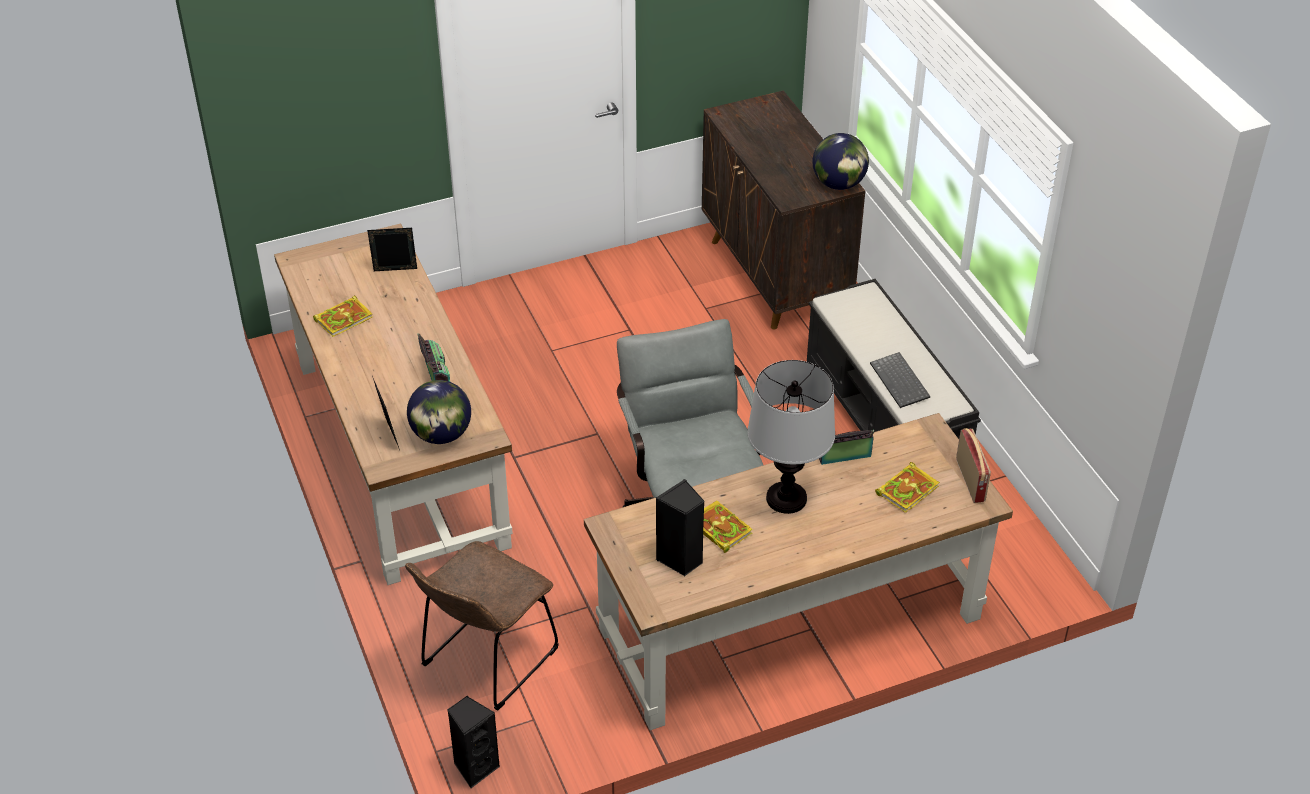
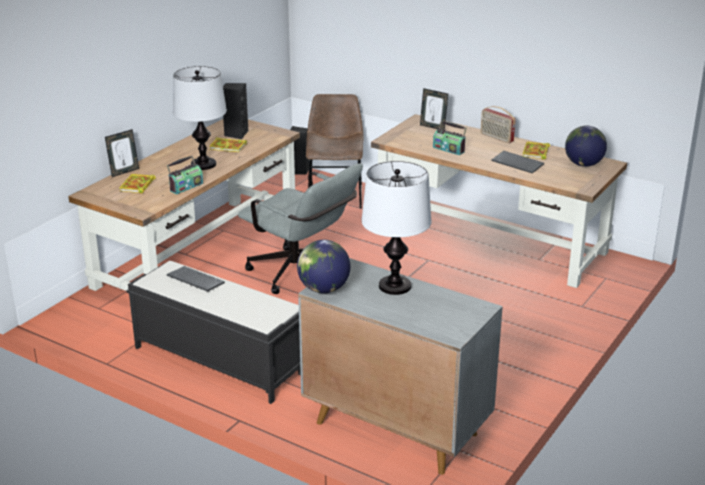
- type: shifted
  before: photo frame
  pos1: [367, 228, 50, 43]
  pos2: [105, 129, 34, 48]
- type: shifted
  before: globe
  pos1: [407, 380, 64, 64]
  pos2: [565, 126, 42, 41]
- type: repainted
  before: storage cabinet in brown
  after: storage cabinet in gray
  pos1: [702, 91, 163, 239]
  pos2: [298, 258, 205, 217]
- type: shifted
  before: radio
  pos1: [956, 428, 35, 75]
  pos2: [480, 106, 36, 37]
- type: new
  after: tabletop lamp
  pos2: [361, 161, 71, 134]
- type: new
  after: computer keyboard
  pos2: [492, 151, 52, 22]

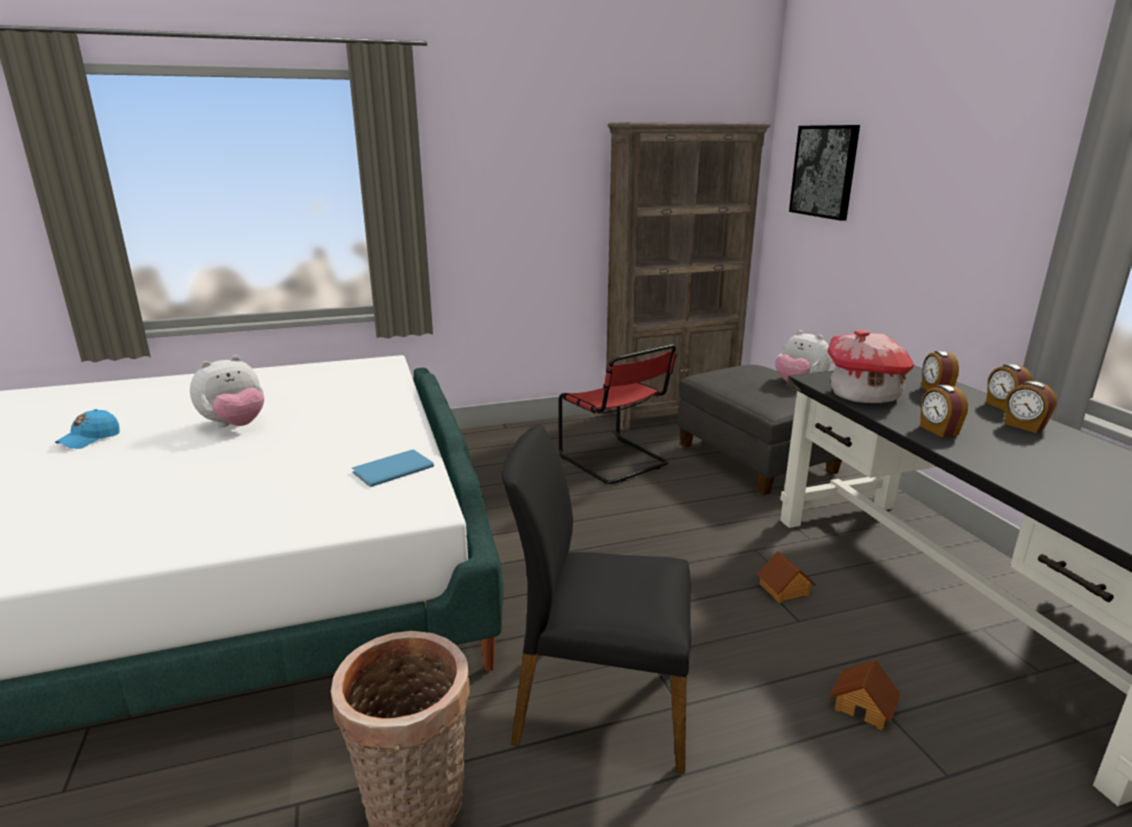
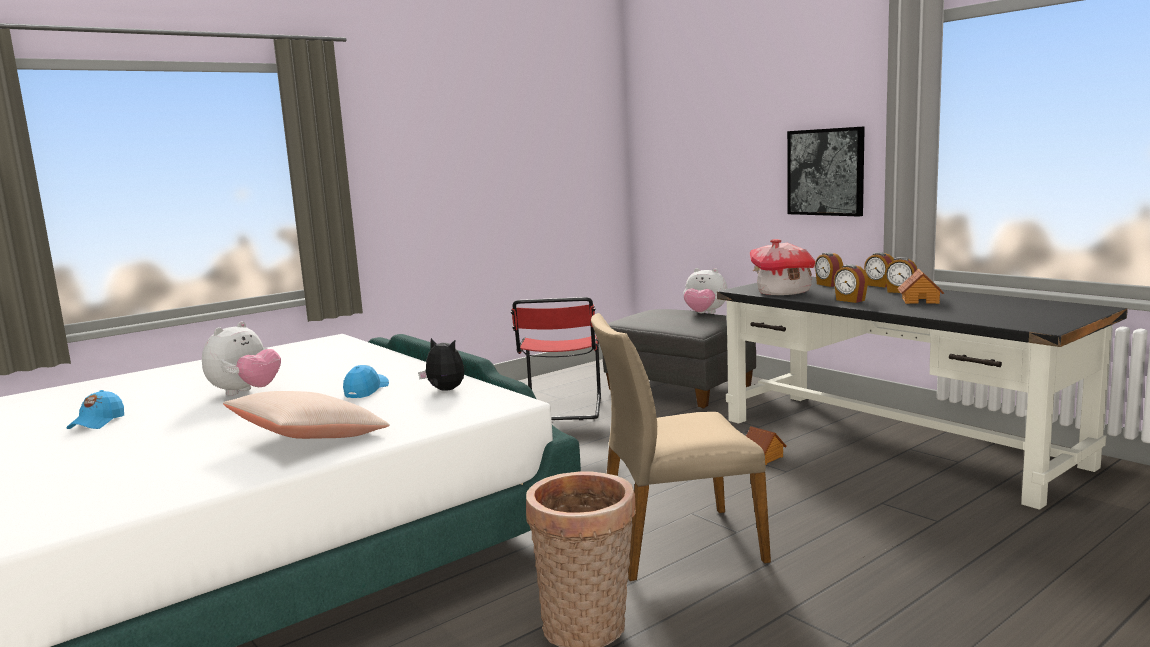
- type: swapped
  before: book in blue
  after: plush toy
  pos1: [352, 449, 82, 38]
  pos2: [418, 338, 46, 53]
- type: repainted
  before: plain chair in black
  after: plain chair in beige
  pos1: [502, 425, 189, 349]
  pos2: [591, 313, 180, 268]
- type: rotated
  before: plain chair in reddish
  pos1: [559, 344, 118, 140]
  pos2: [511, 297, 90, 123]
  turn: 60
- type: gone
  before: bookshelf in brown
  pos1: [605, 122, 166, 309]
- type: shifted
  before: picture
  pos1: [789, 125, 71, 96]
  pos2: [787, 127, 78, 89]
- type: shifted
  before: toy house
  pos1: [830, 659, 71, 71]
  pos2: [898, 269, 46, 35]
- type: new
  after: cushion in beige
  pos2: [223, 391, 167, 48]
- type: new
  after: peaked cap in blue
  pos2: [343, 365, 46, 33]

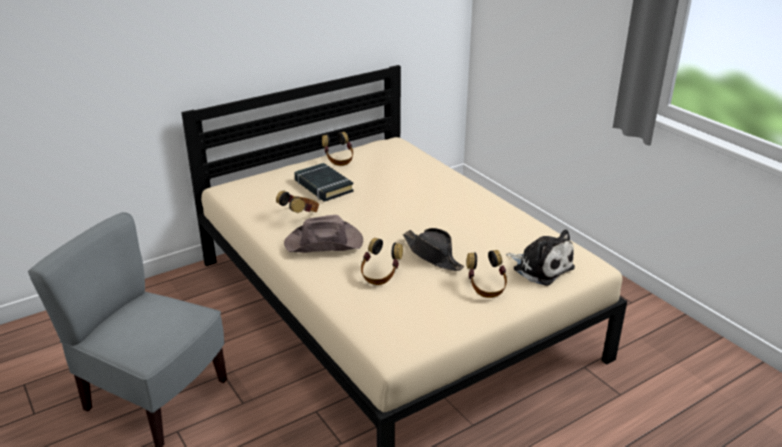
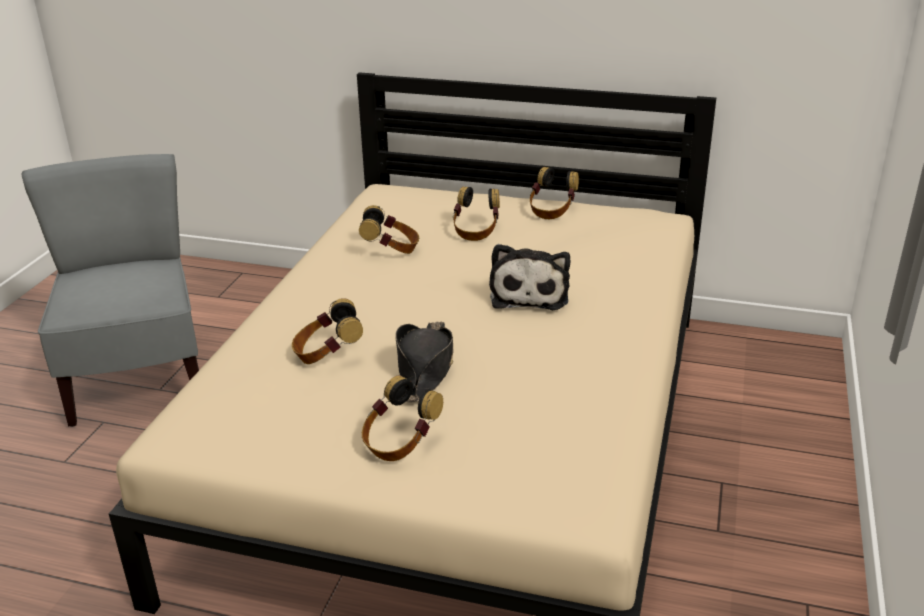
- type: gone
  before: clothing hat in brown
  pos1: [284, 215, 79, 38]
- type: swapped
  before: book in black
  after: headset
  pos1: [294, 163, 59, 39]
  pos2: [453, 187, 47, 54]
- type: shifted
  before: plush toy
  pos1: [506, 229, 69, 57]
  pos2: [489, 244, 81, 66]

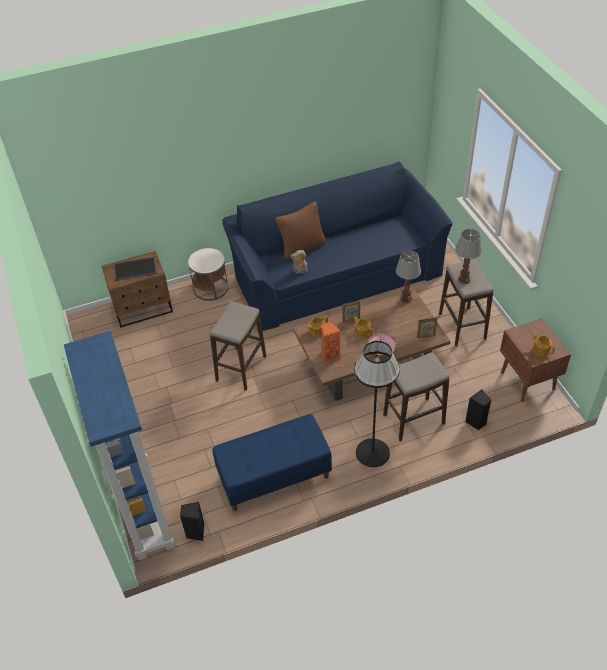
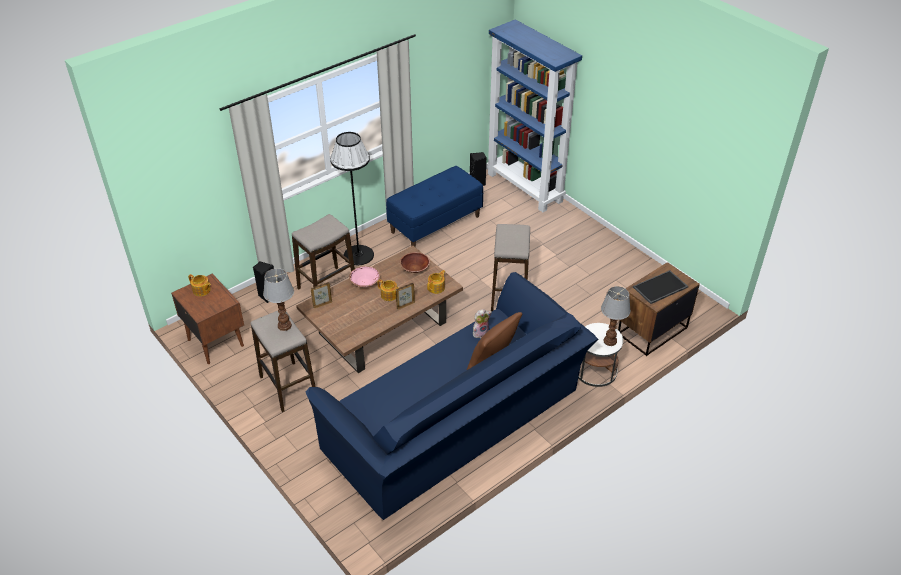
- type: swapped
  before: speaker in orange
  after: serving bowl in brown
  pos1: [321, 321, 19, 42]
  pos2: [400, 252, 30, 21]
- type: shifted
  before: tabletop lamp
  pos1: [396, 251, 25, 52]
  pos2: [601, 286, 30, 60]

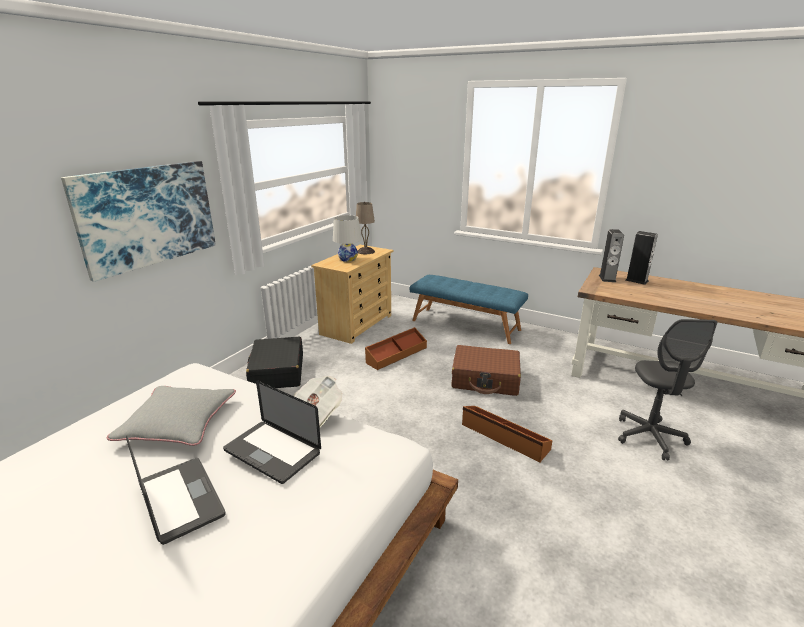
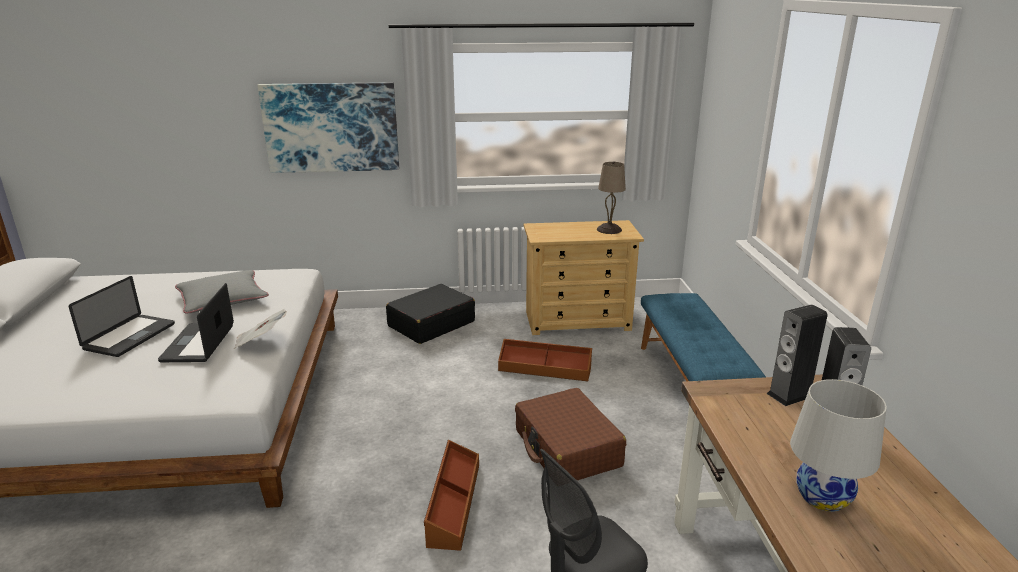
- type: shifted
  before: tabletop lamp in white-coloured
  pos1: [333, 215, 29, 47]
  pos2: [790, 379, 97, 133]

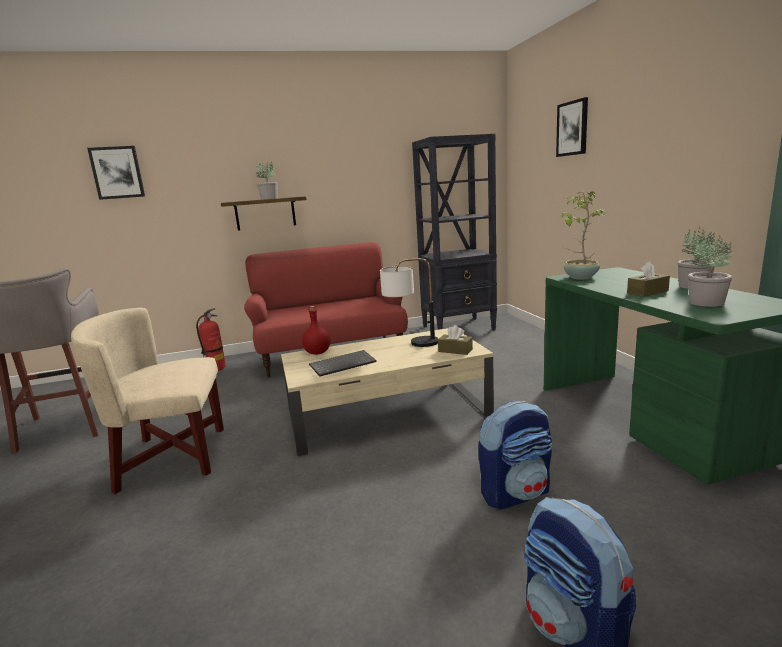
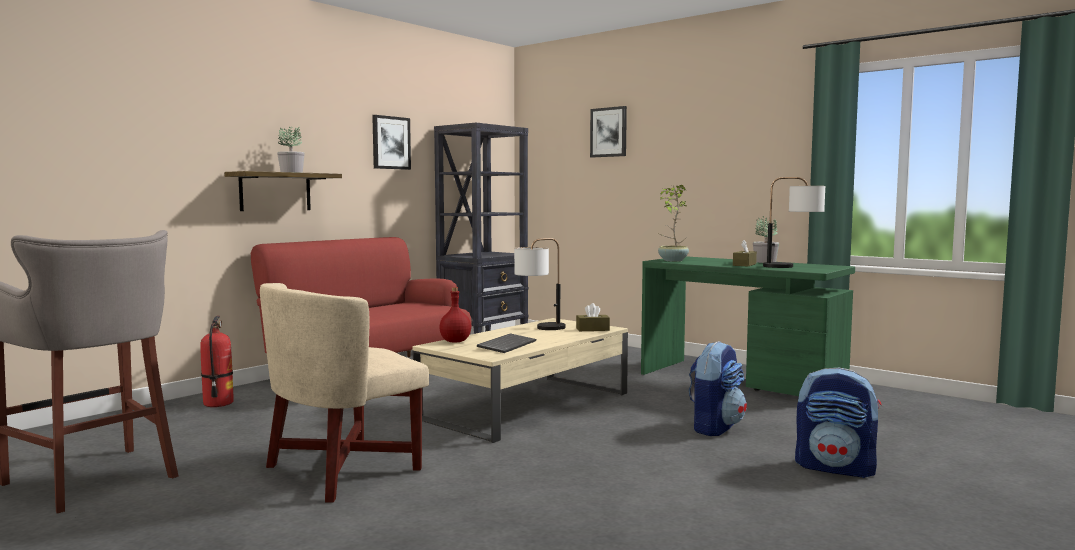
- type: shifted
  before: picture
  pos1: [87, 146, 58, 54]
  pos2: [372, 115, 39, 55]
- type: swapped
  before: plant in a pot
  after: tabletop lamp
  pos1: [688, 235, 44, 72]
  pos2: [763, 177, 62, 91]

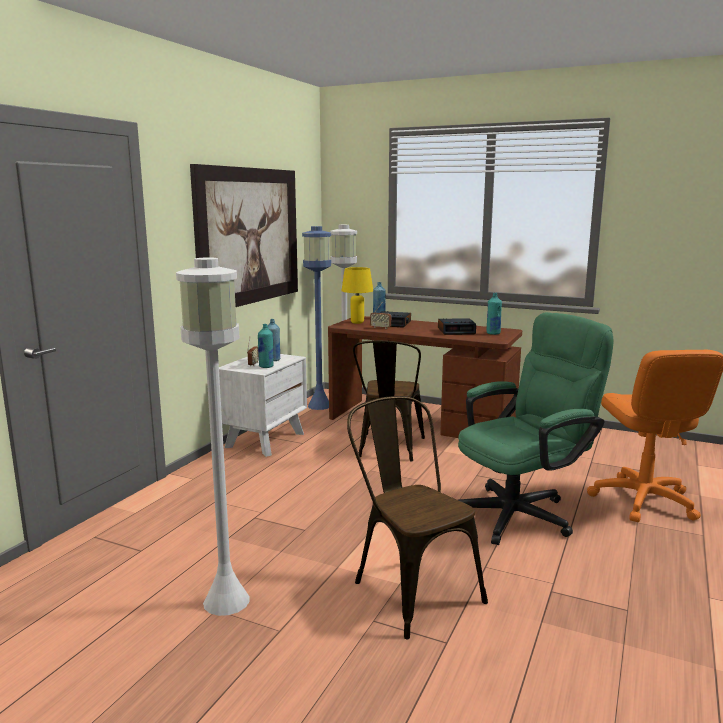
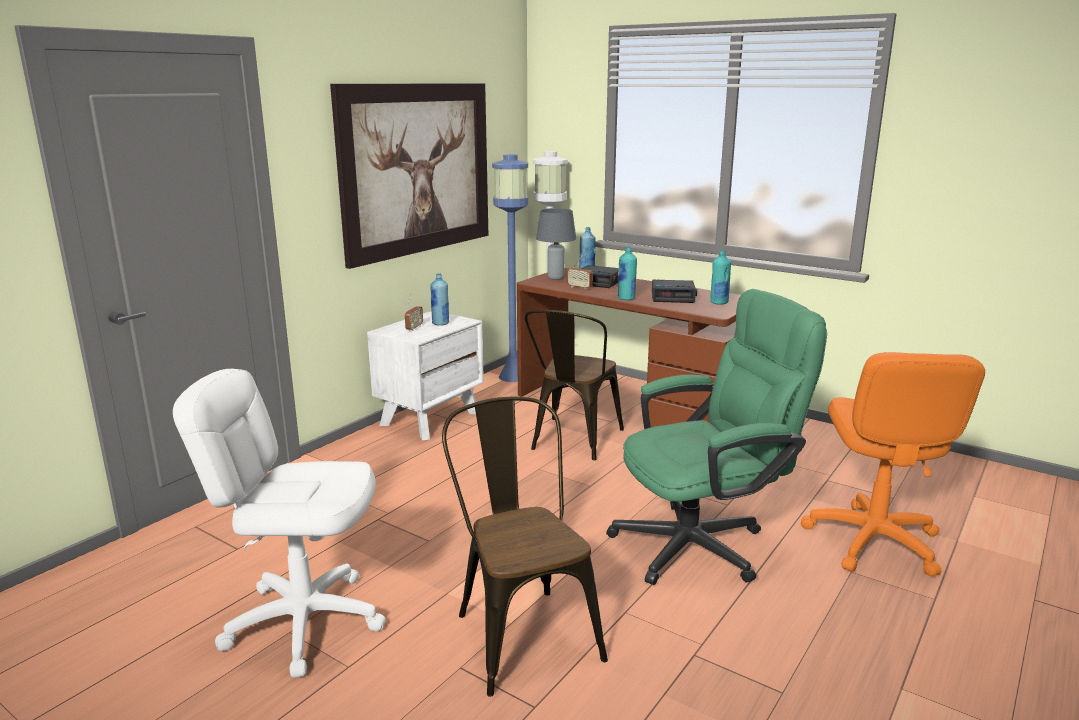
- type: swapped
  before: standing lamp in white-coloured
  after: computer chair in white-coloured
  pos1: [176, 257, 73, 359]
  pos2: [173, 369, 213, 309]
- type: shifted
  before: beverage bottle in turquoise
  pos1: [258, 324, 16, 44]
  pos2: [617, 247, 20, 53]
- type: repainted
  before: tabletop lamp in yellowish
  after: tabletop lamp in gray
  pos1: [341, 267, 32, 57]
  pos2: [536, 208, 40, 72]

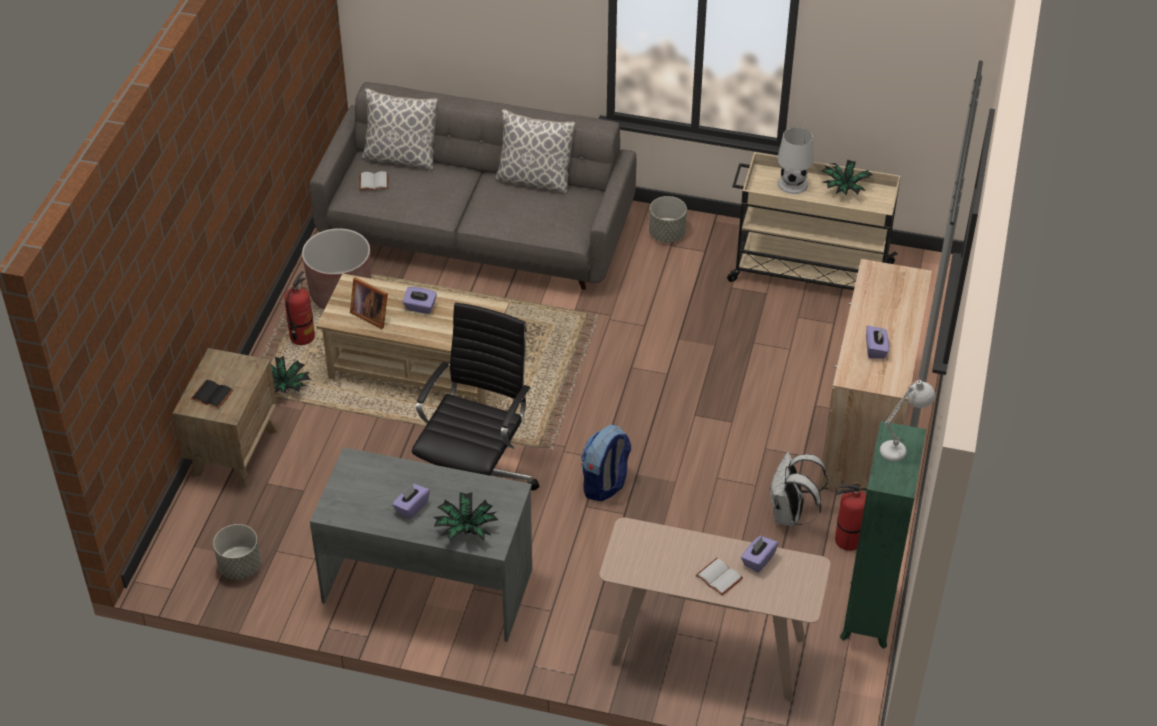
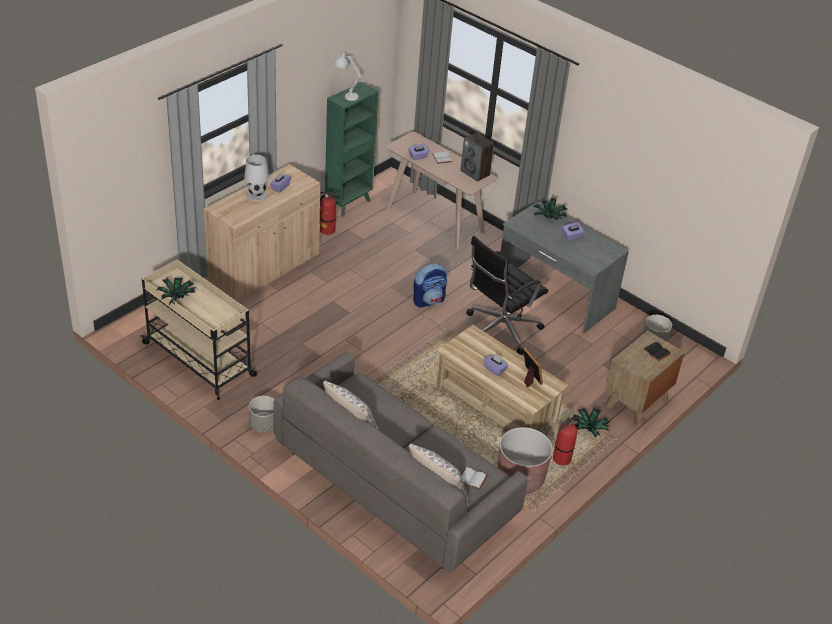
- type: gone
  before: backpack in white-coloured
  pos1: [769, 452, 59, 75]
- type: shifted
  before: tabletop lamp in white-coloured
  pos1: [777, 127, 36, 67]
  pos2: [244, 155, 25, 46]
- type: new
  after: speaker
  pos2: [461, 132, 33, 50]

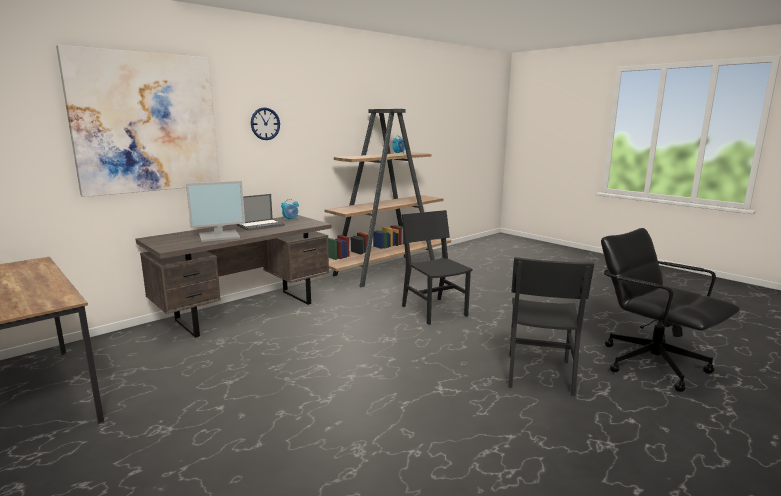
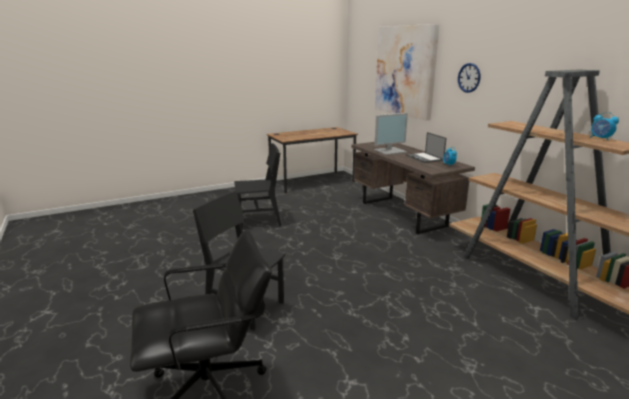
- type: rotated
  before: computer display
  pos1: [186, 181, 59, 61]
  pos2: [374, 113, 34, 42]
  turn: -105
- type: shifted
  before: plain chair in black
  pos1: [402, 210, 71, 115]
  pos2: [234, 143, 47, 87]

